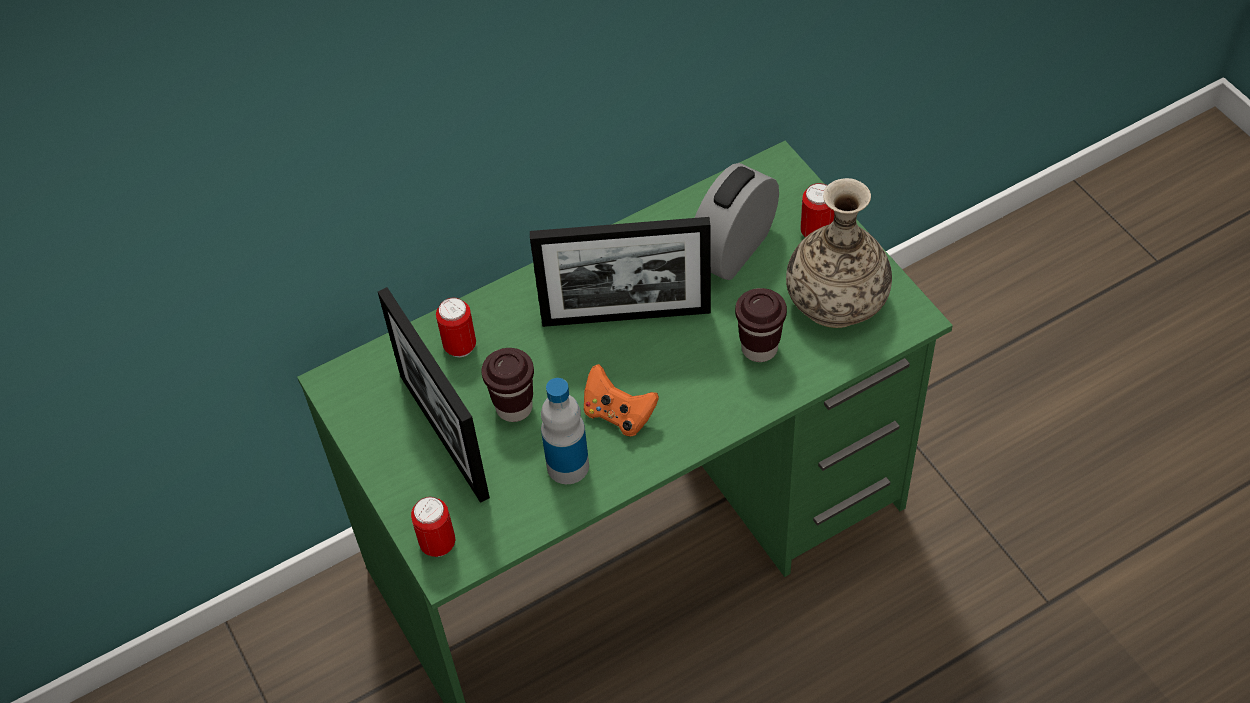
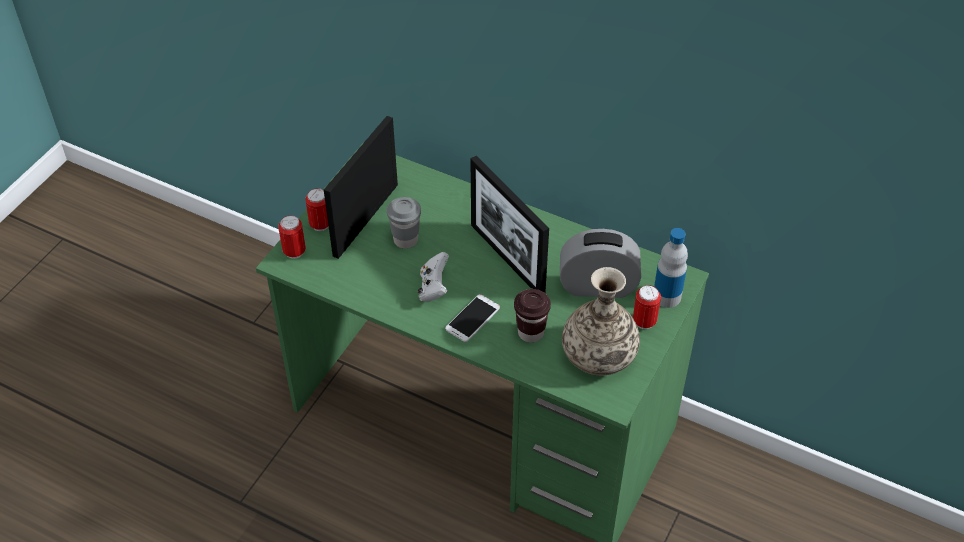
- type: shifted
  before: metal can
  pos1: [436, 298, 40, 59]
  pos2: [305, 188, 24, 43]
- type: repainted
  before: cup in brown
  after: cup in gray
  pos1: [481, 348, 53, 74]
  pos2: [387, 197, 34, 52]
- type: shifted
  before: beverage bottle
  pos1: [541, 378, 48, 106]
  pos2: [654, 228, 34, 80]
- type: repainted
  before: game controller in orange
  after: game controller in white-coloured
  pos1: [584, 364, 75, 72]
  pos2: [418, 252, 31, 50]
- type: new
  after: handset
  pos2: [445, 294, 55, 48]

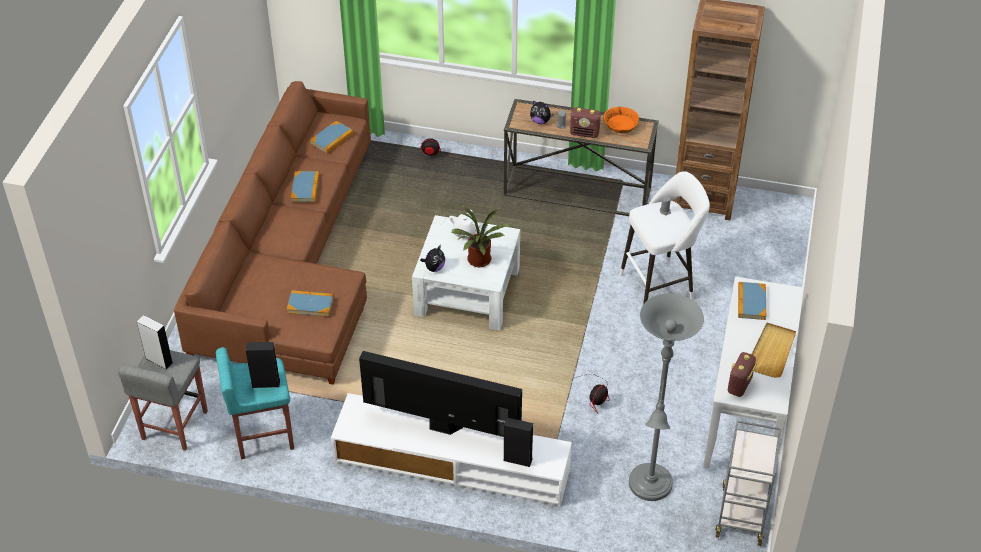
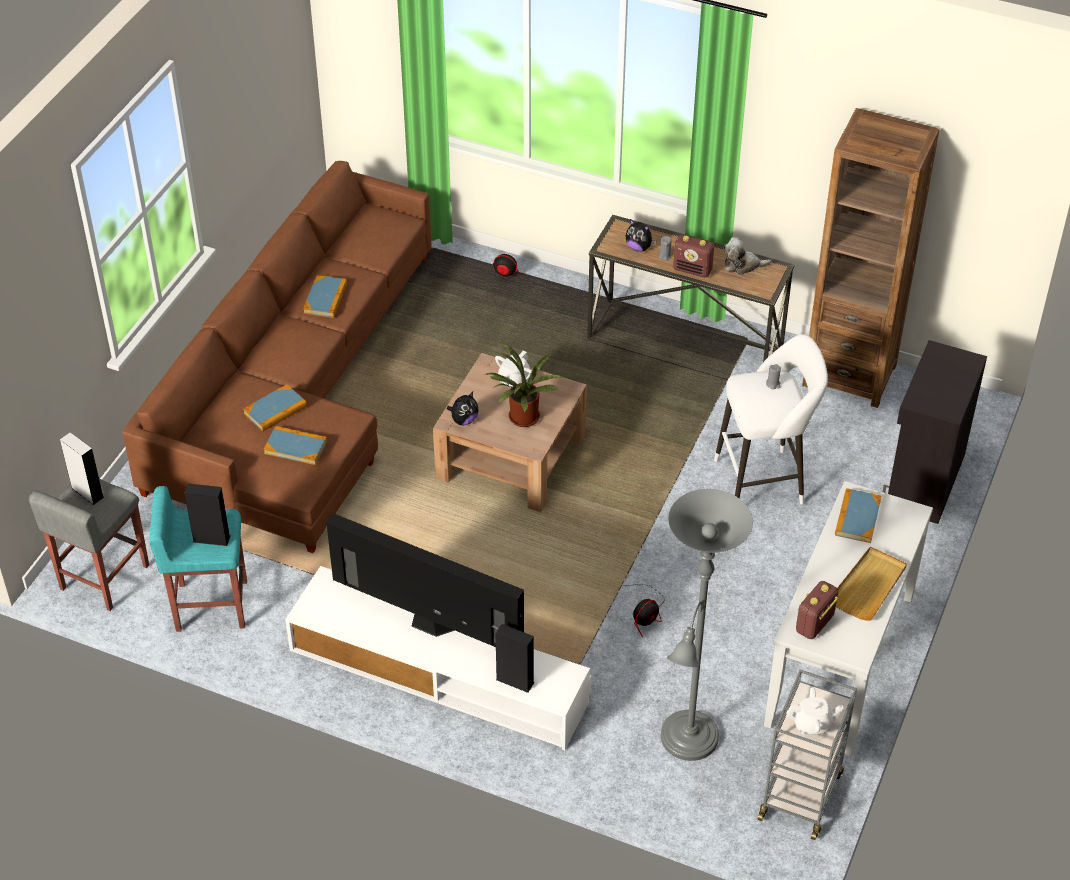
- type: shifted
  before: book
  pos1: [310, 121, 43, 32]
  pos2: [243, 385, 64, 46]
- type: repainted
  before: lounge table in white-coloured
  after: lounge table in brown
  pos1: [412, 215, 108, 115]
  pos2: [433, 353, 154, 159]
- type: swapped
  before: serving bowl in orange
  after: plush toy
  pos1: [603, 106, 36, 27]
  pos2: [723, 237, 48, 38]
- type: new
  after: pot for tea in white-coloured
  pos2: [786, 687, 57, 48]
- type: new
  after: storage cabinet in black
  pos2: [882, 340, 105, 184]

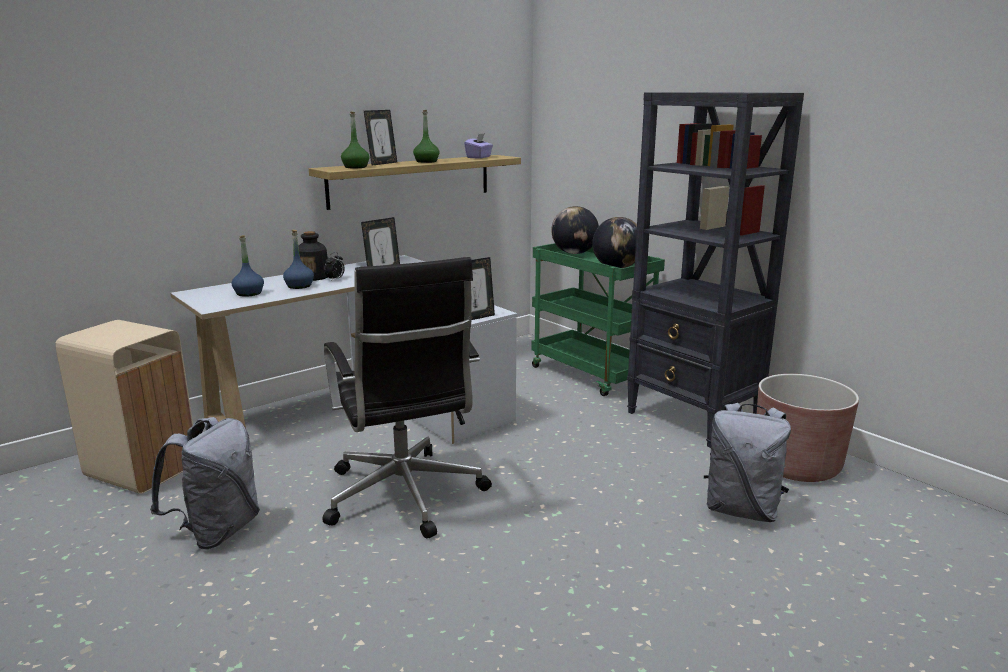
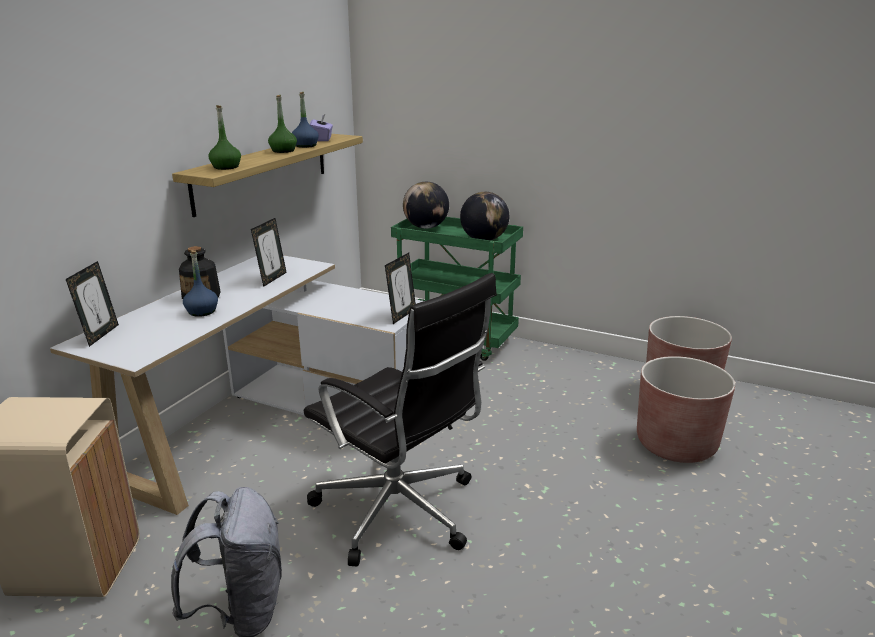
- type: shifted
  before: beverage bottle in blue
  pos1: [231, 235, 33, 62]
  pos2: [292, 92, 27, 56]
- type: gone
  before: alarm clock
  pos1: [324, 252, 21, 28]
- type: shifted
  before: photo frame
  pos1: [364, 110, 33, 56]
  pos2: [66, 261, 53, 86]
- type: gone
  before: bookshelf in black
  pos1: [627, 92, 177, 356]
- type: swapped
  before: backpack in gray
  after: plant pot in brown
  pos1: [704, 403, 87, 119]
  pos2: [637, 356, 98, 107]

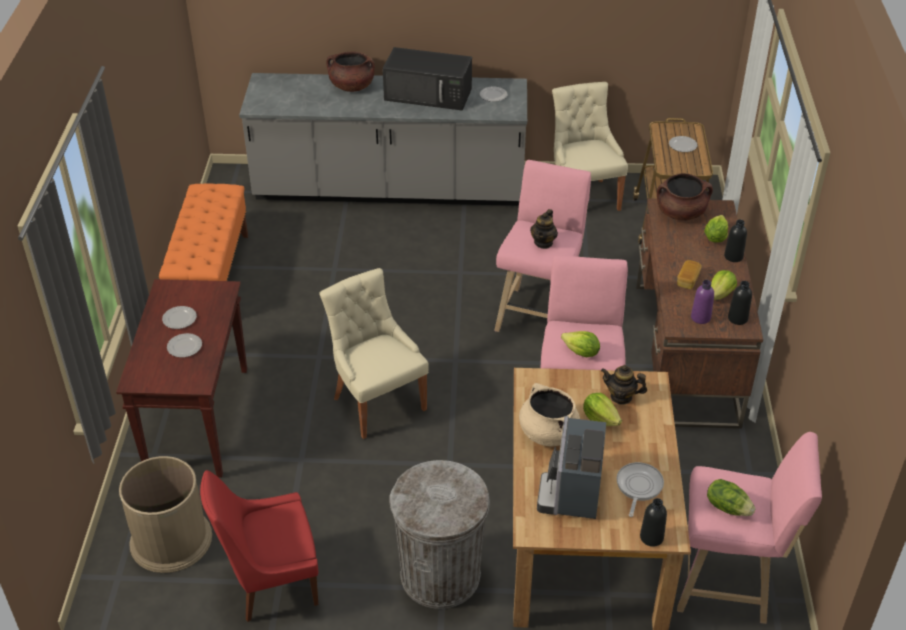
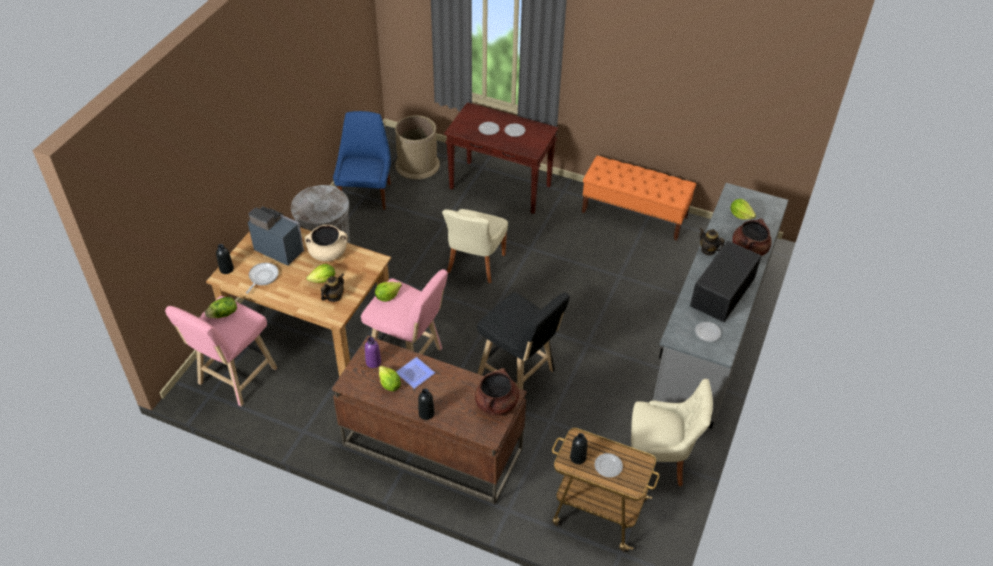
- type: repainted
  before: plain chair in reddish
  after: plain chair in blue
  pos1: [200, 470, 119, 152]
  pos2: [333, 111, 58, 99]
- type: rotated
  before: plain chair in beige
  pos1: [319, 268, 110, 171]
  pos2: [442, 209, 66, 74]
  turn: 120
- type: repainted
  before: stool in pink
  after: stool in black
  pos1: [494, 160, 97, 172]
  pos2: [477, 292, 93, 98]
- type: shifted
  before: pot for tea
  pos1: [530, 209, 28, 40]
  pos2: [699, 228, 26, 27]
- type: rotated
  before: skillet
  pos1: [616, 462, 48, 55]
  pos2: [246, 263, 33, 31]
  turn: -105
- type: swapped
  before: baked bread
  after: flat dish
  pos1: [677, 260, 25, 30]
  pos2: [396, 357, 39, 32]
- type: shifted
  before: lettuce head
  pos1: [704, 215, 24, 28]
  pos2: [730, 199, 26, 21]
- type: shifted
  before: beverage bottle in black
  pos1: [728, 281, 24, 44]
  pos2: [570, 433, 18, 31]

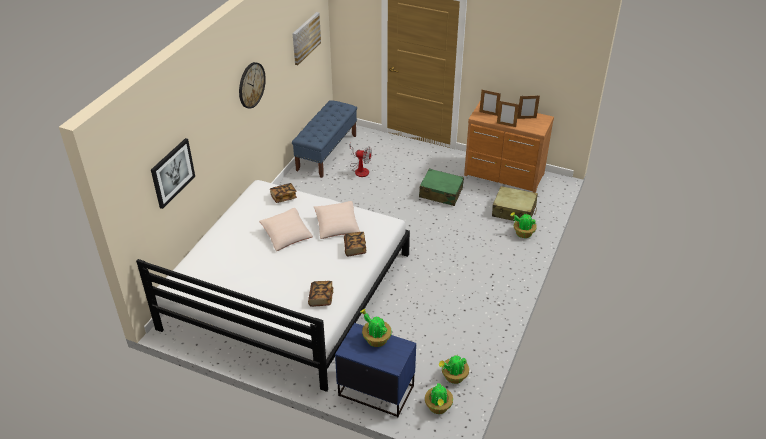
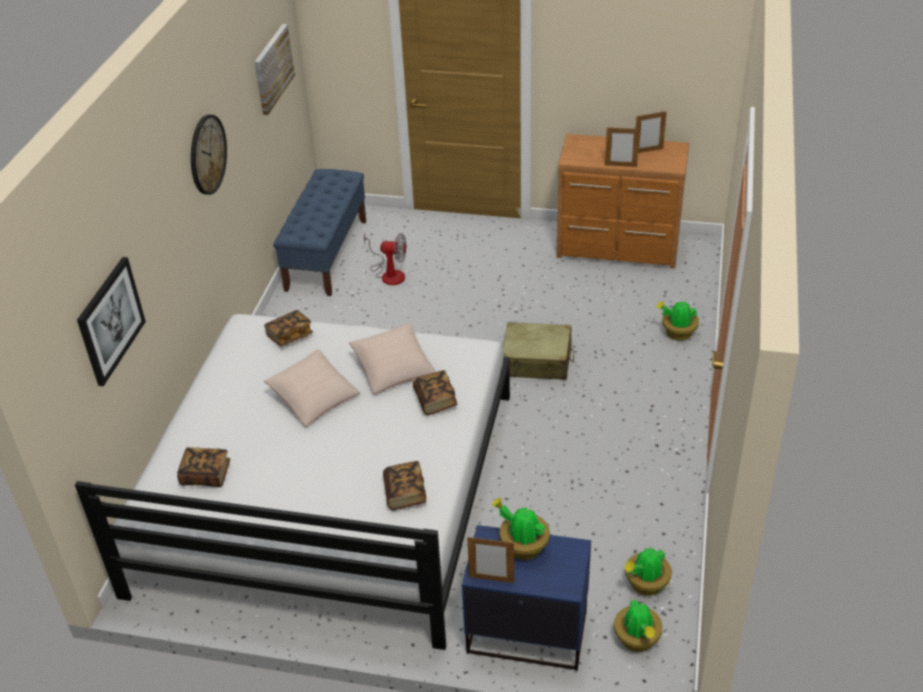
- type: gone
  before: piece of luggage in greenish
  pos1: [419, 169, 45, 37]
- type: shifted
  before: photo frame
  pos1: [480, 90, 21, 26]
  pos2: [467, 536, 47, 47]
- type: shifted
  before: piece of luggage in beige
  pos1: [492, 186, 46, 35]
  pos2: [503, 322, 71, 58]
- type: new
  after: book
  pos2: [177, 447, 53, 40]

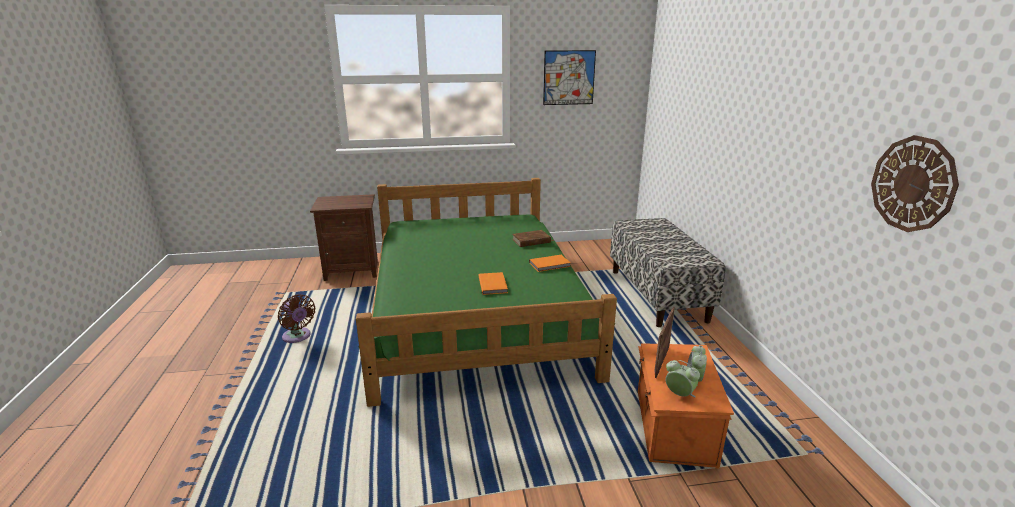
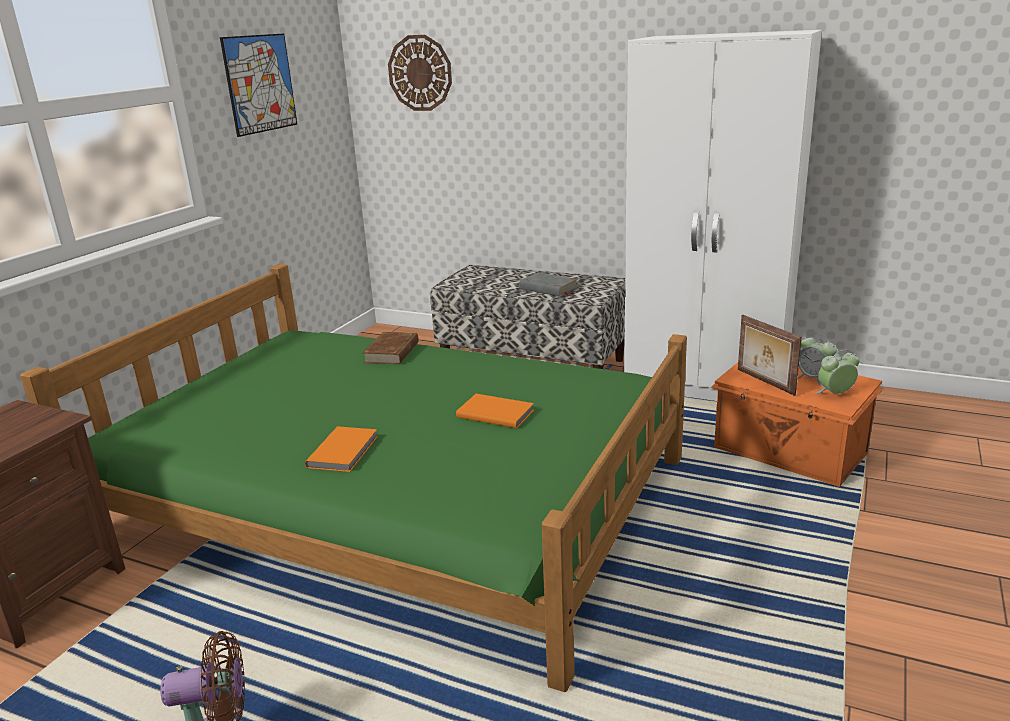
- type: shifted
  before: book in orange
  pos1: [529, 255, 42, 17]
  pos2: [305, 426, 73, 46]
- type: shifted
  before: hanging clock
  pos1: [871, 135, 88, 97]
  pos2: [388, 35, 64, 76]
- type: new
  after: book in gray
  pos2: [519, 272, 59, 25]
- type: new
  after: clothes cupboard in white-coloured
  pos2: [624, 30, 198, 371]

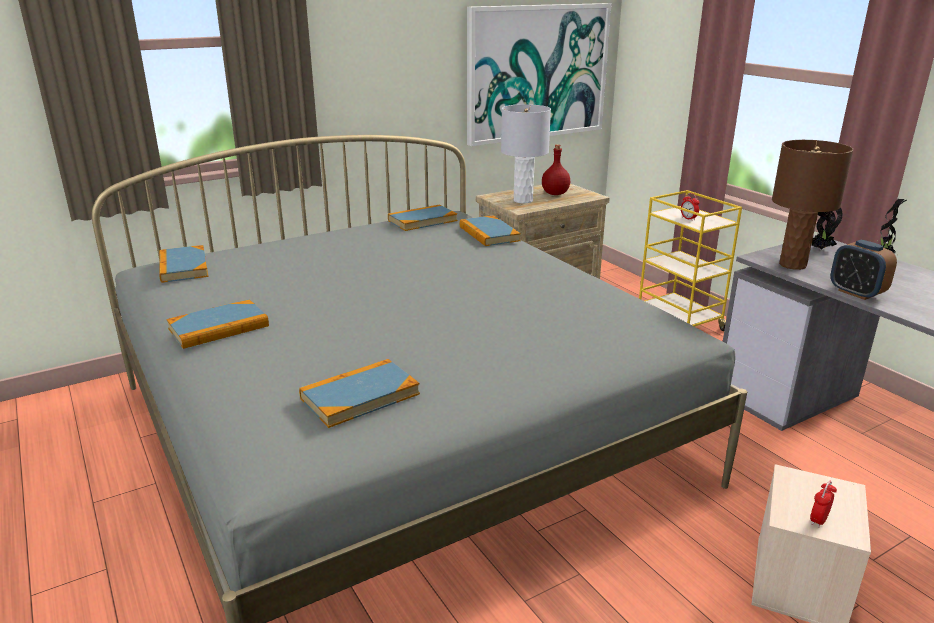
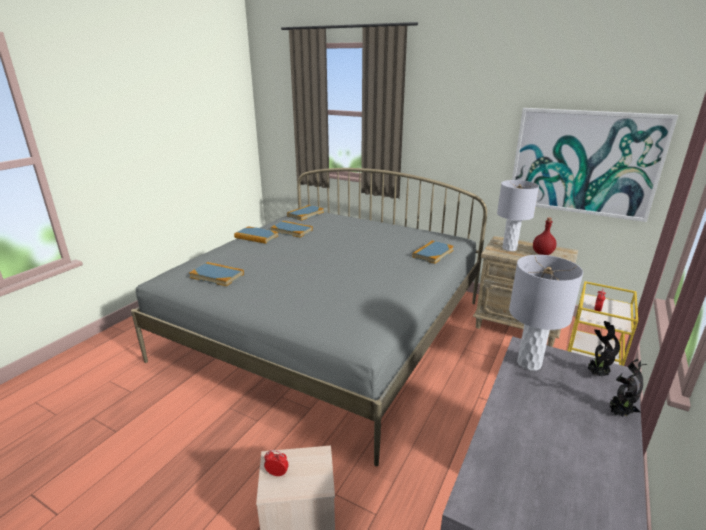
- type: shifted
  before: book
  pos1: [388, 205, 69, 26]
  pos2: [270, 221, 43, 17]
- type: repainted
  before: tabletop lamp in brown
  after: tabletop lamp in gray
  pos1: [772, 140, 82, 130]
  pos2: [509, 255, 74, 116]
- type: gone
  before: alarm clock
  pos1: [831, 240, 66, 60]

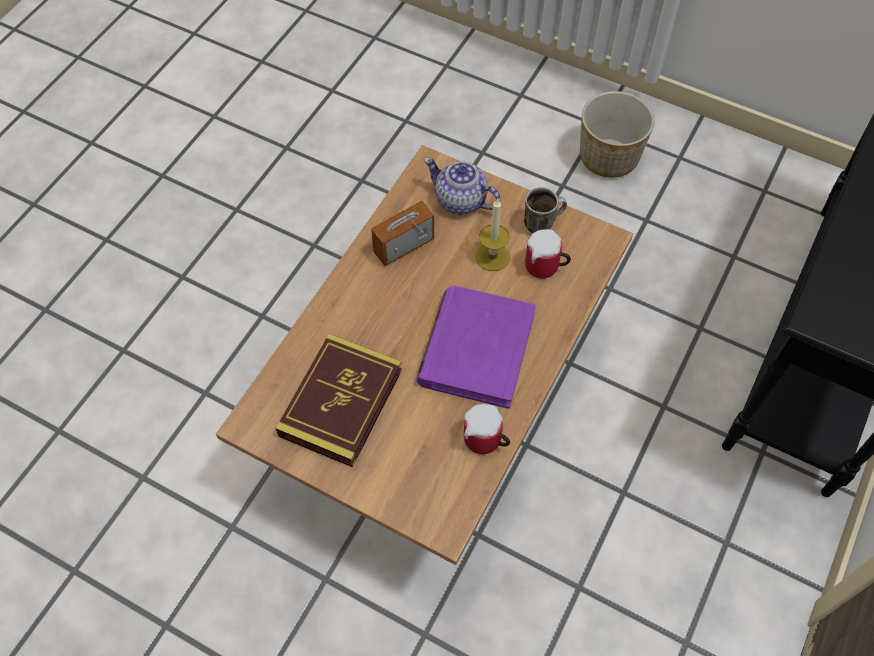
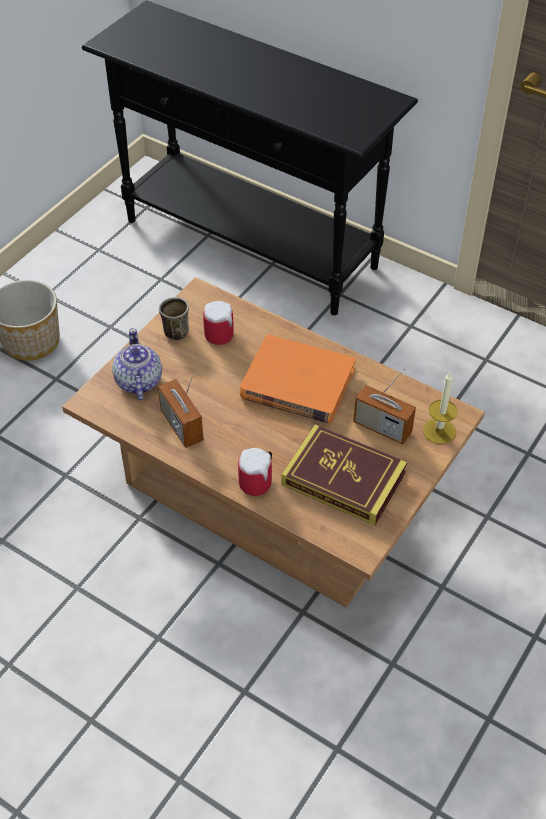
- type: repainted
  before: book in purple-coloured
  after: book in orange
  pos1: [416, 285, 120, 124]
  pos2: [240, 334, 116, 90]
- type: rotated
  before: pot for tea
  pos1: [424, 157, 77, 58]
  pos2: [112, 328, 50, 73]
  turn: 135
- type: shifted
  before: coffee mug
  pos1: [464, 404, 46, 50]
  pos2: [238, 448, 34, 48]
- type: shifted
  before: wax light
  pos1: [475, 199, 35, 72]
  pos2: [423, 371, 35, 73]
- type: new
  after: radio
  pos2: [353, 368, 63, 76]

